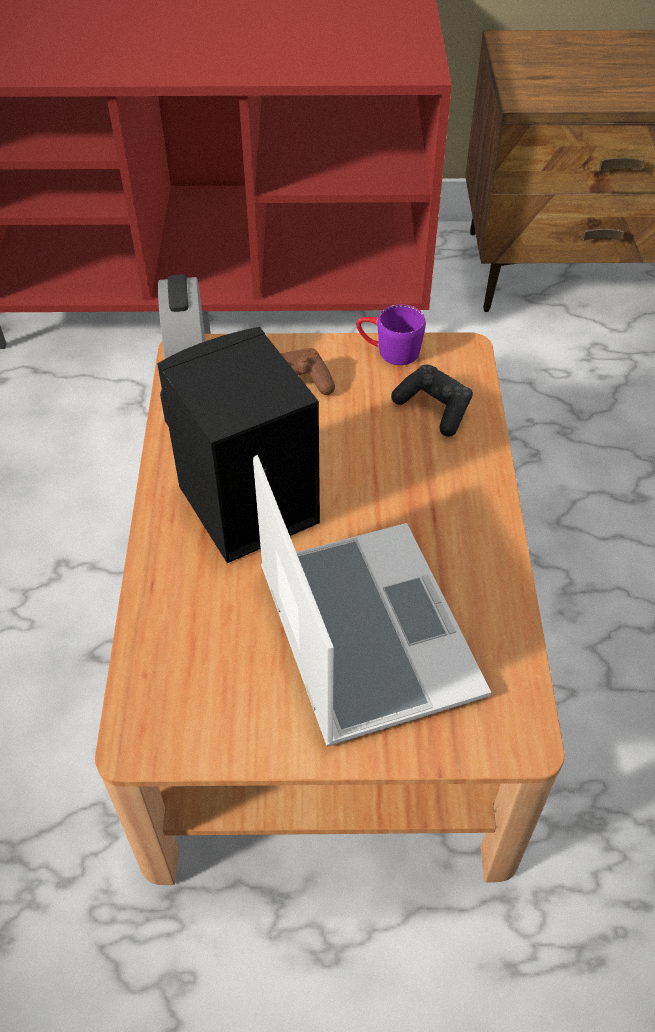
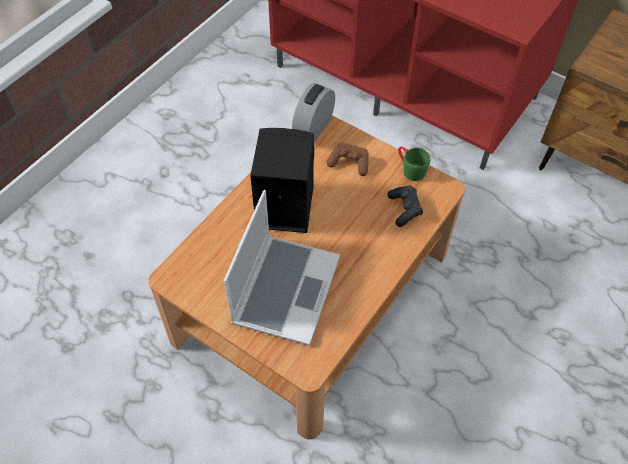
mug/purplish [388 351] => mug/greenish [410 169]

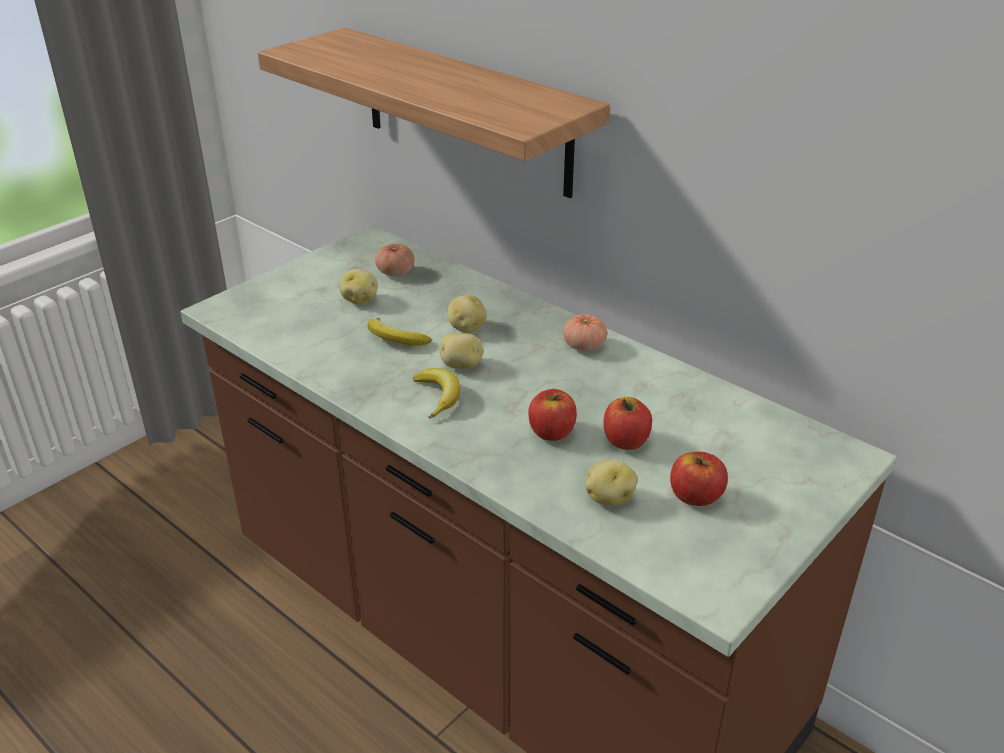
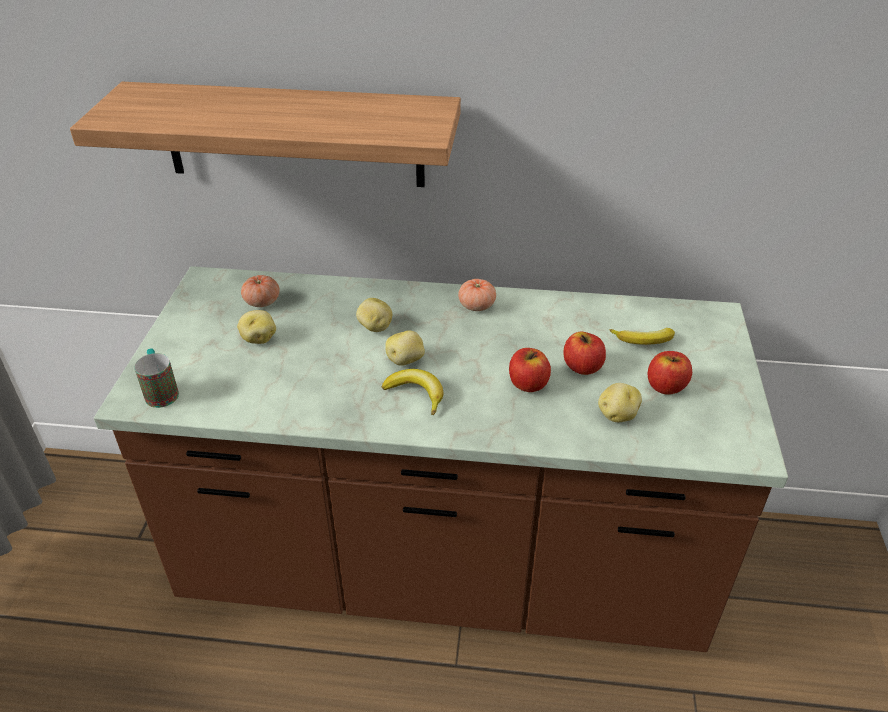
banana [395 339] => banana [643 341], shifted
nothing => mug [161 391]

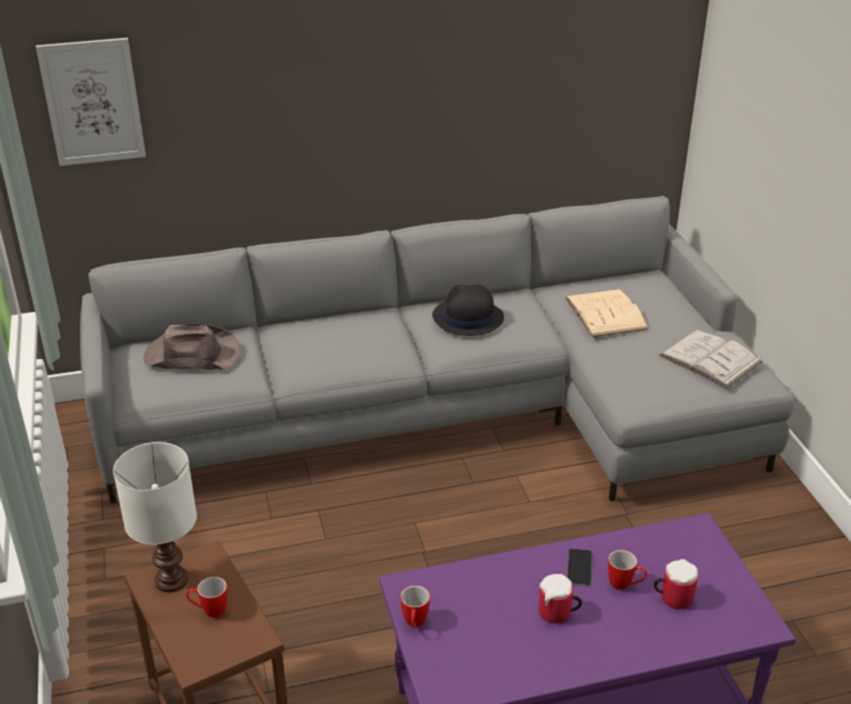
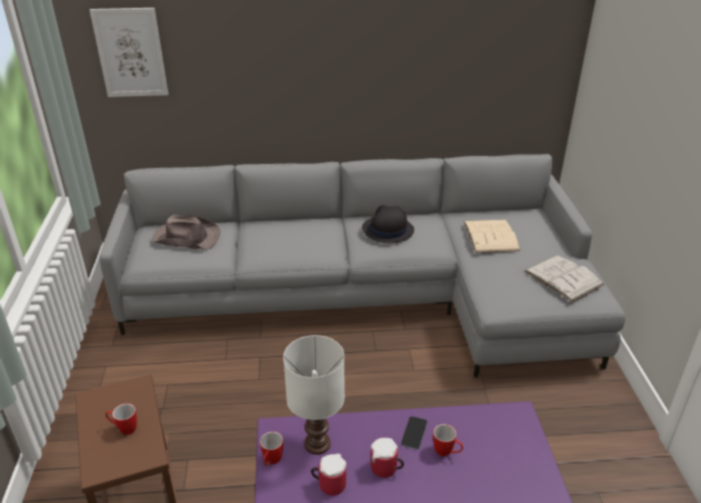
lamp for a table/white [170 580] => lamp for a table/white [316 443], shifted
mug [672 597] => mug [329 483], shifted

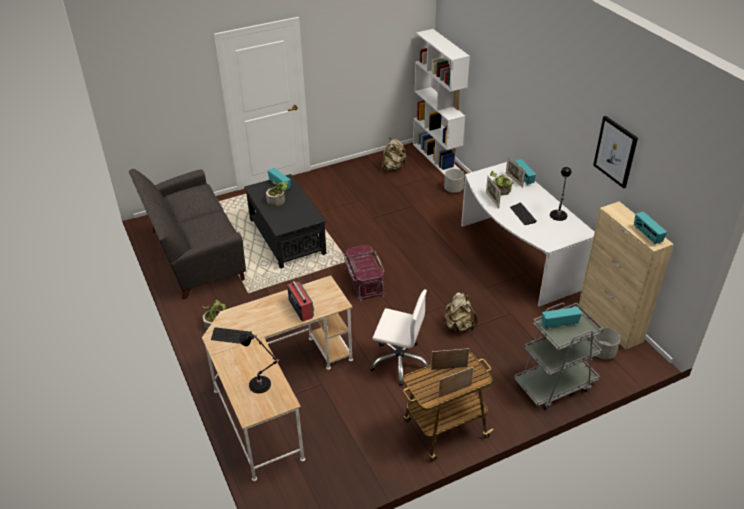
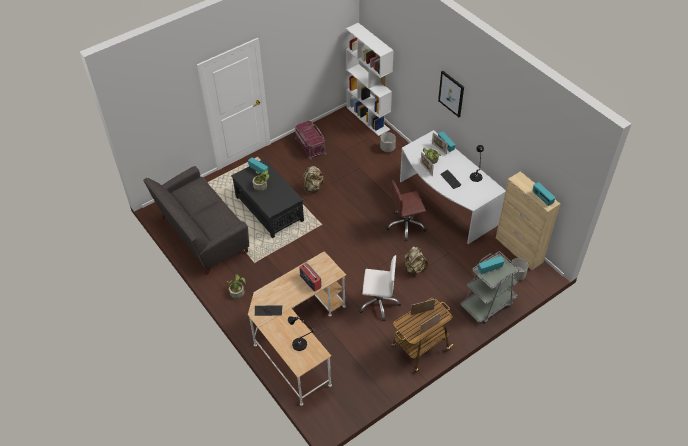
storage container/reddish [363 281] => storage container/reddish [310 146], shifted
rucksack/beige-coloured [393 167] => rucksack/beige-coloured [313 187], shifted
picture [615 151] => picture [451 93], shifted
nothing => computer chair/brown-coloured [406 225]

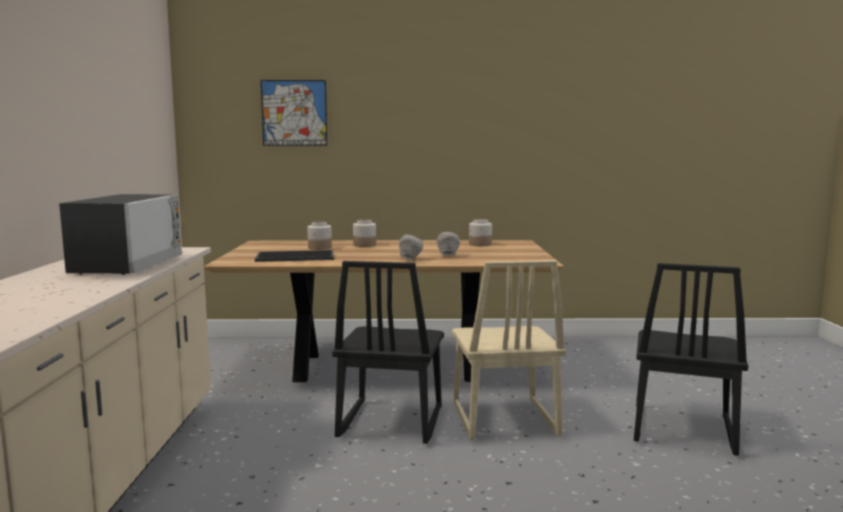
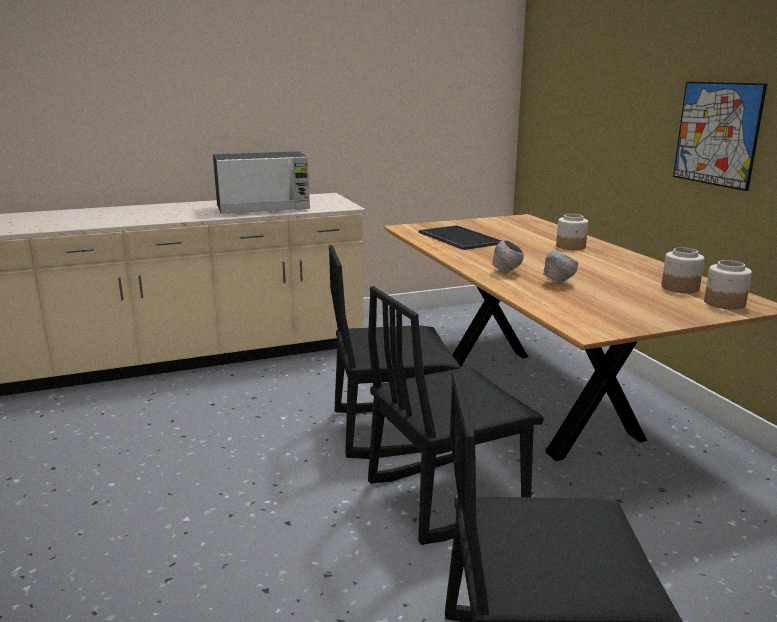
picture [294 113] => picture [717 134], shifted
preserve jar [320 248] => preserve jar [724 303], shifted
upright chair/beige-coloured [502 420] => upright chair/black-coloured [445 496]

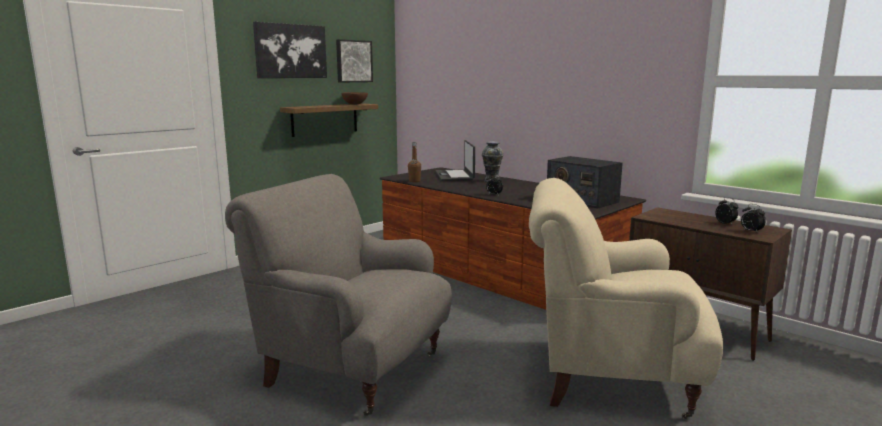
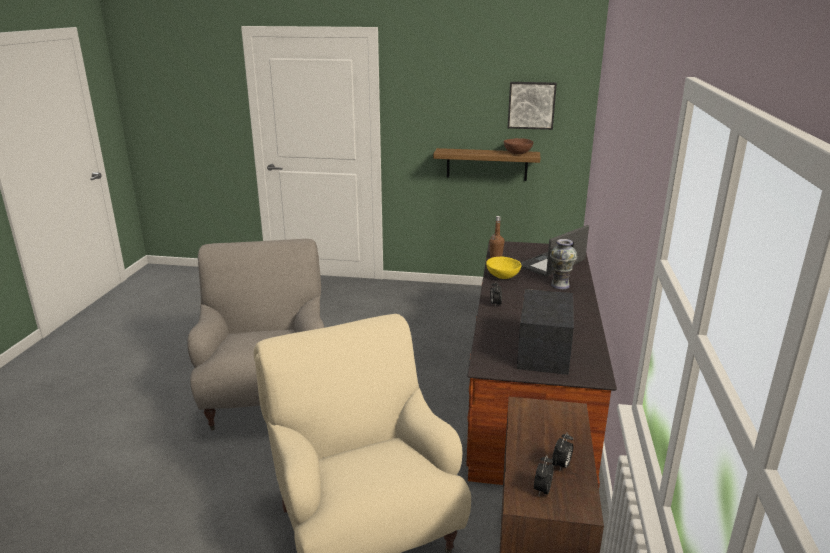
picture [290 51] => nothing
nothing => deep dish/yellow [502 276]

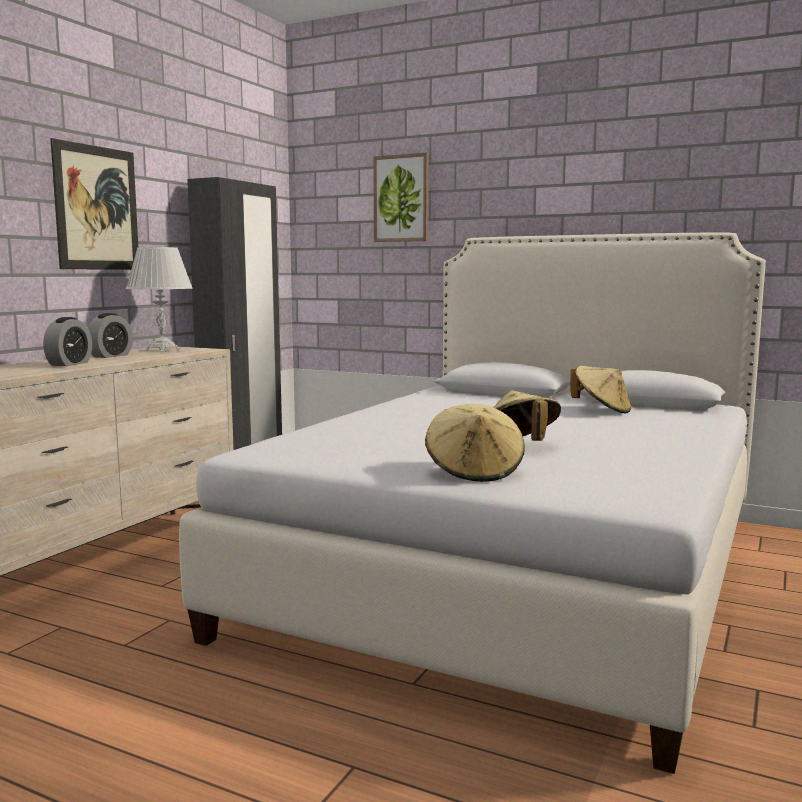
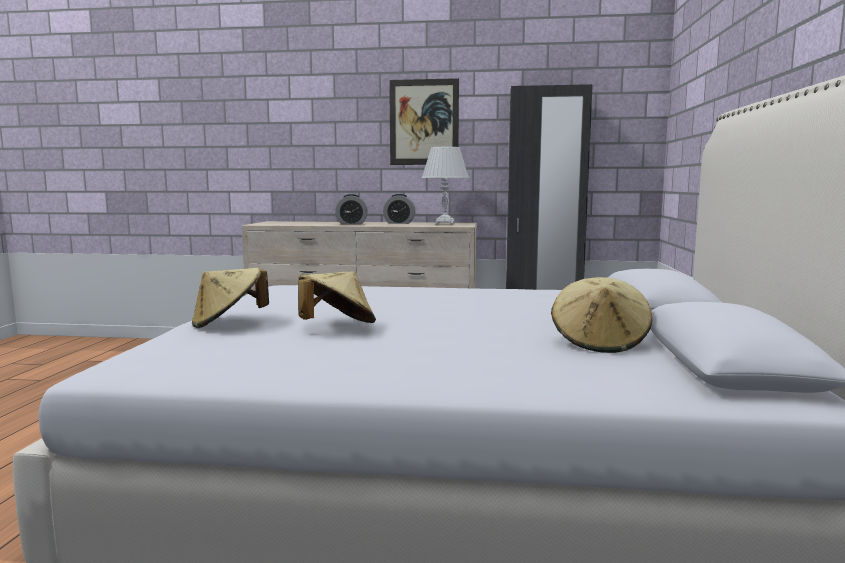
picture [401 198] => nothing

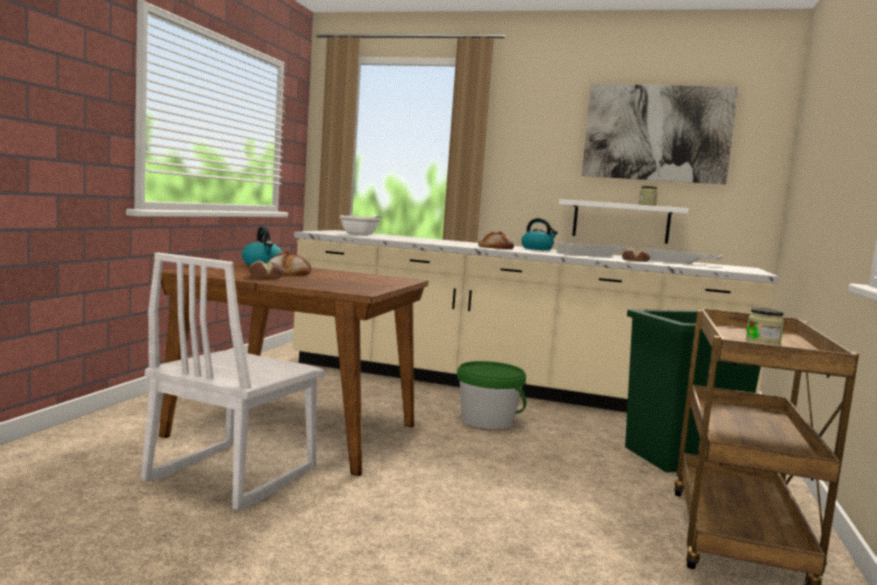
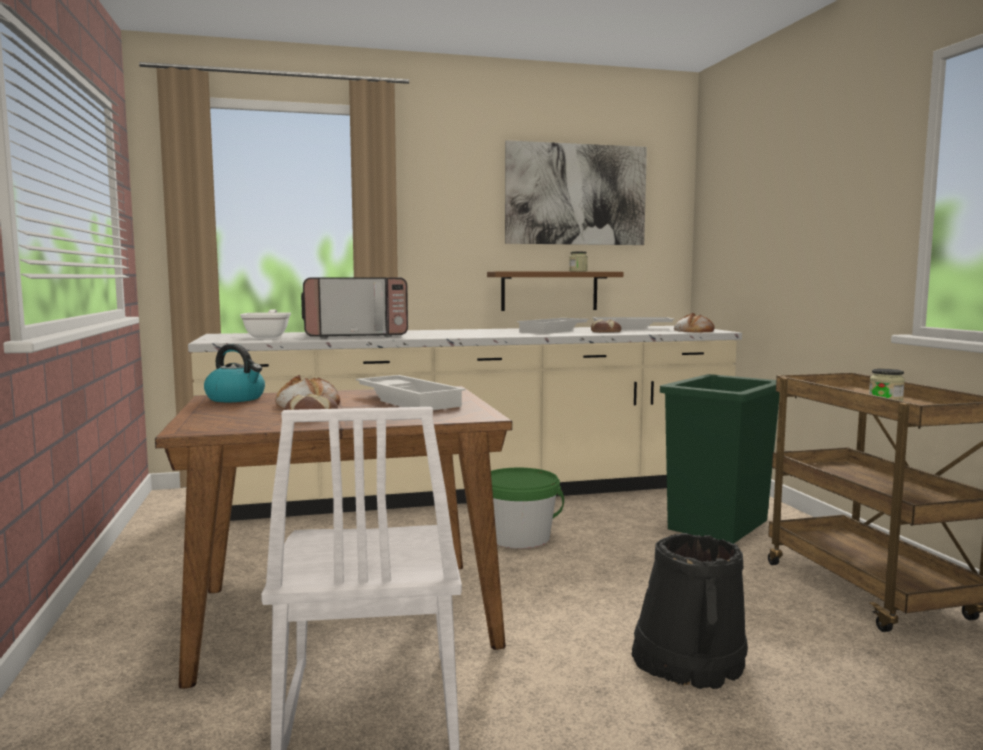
bakery bread [495 247] => bakery bread [693 331], shifted
water kettle [537 249] => nothing
shelf/white [621 221] => shelf/brown-coloured [549 291]
nothing => microwave oven [356 335]
nothing => carrying tray/white [410 400]
nothing => water bucket/black-coloured [688 660]

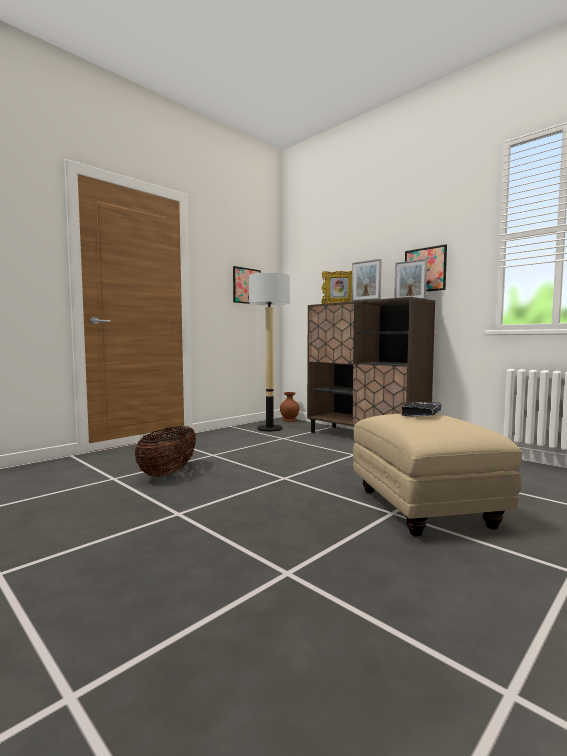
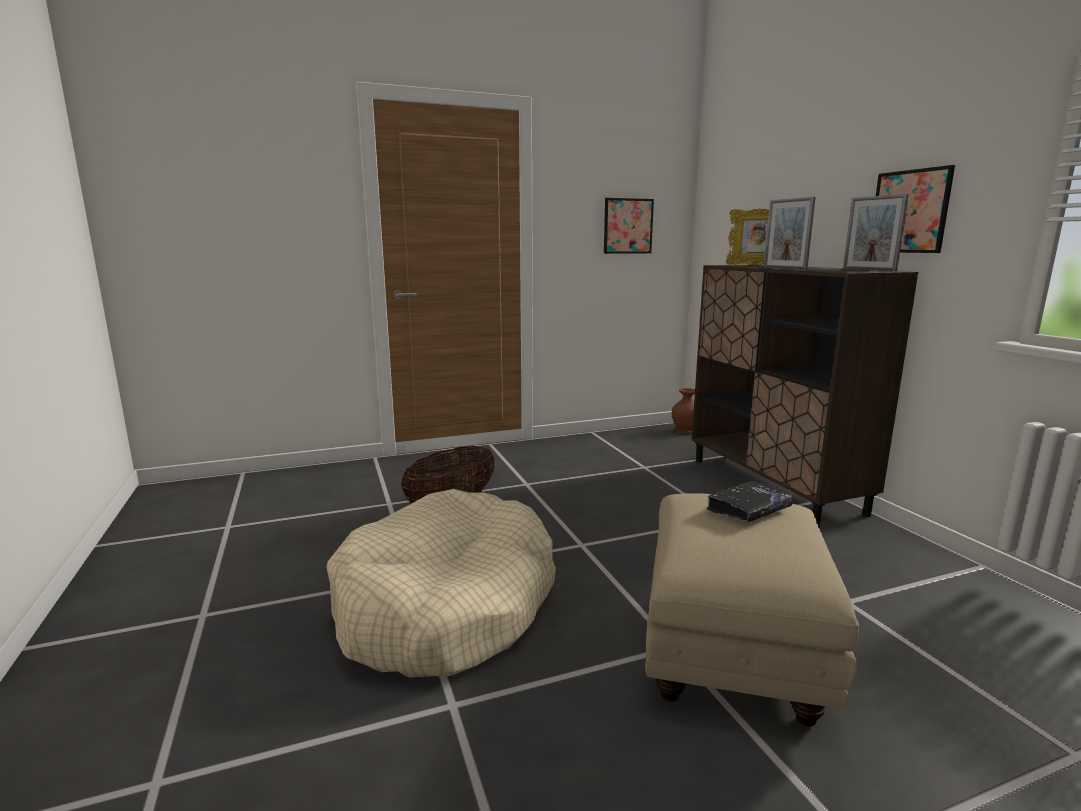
standard lamp [269 428] => nothing
nothing => dog bed/beige-coloured [446 605]

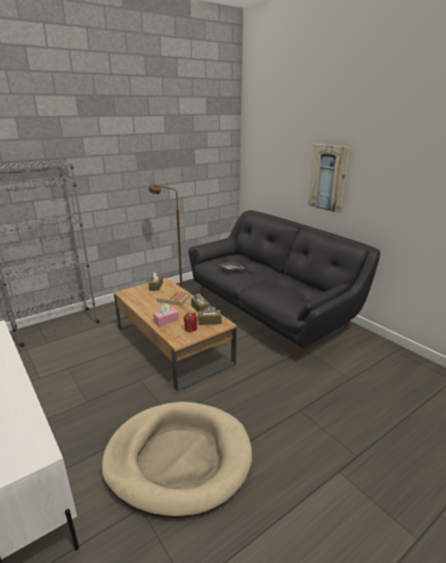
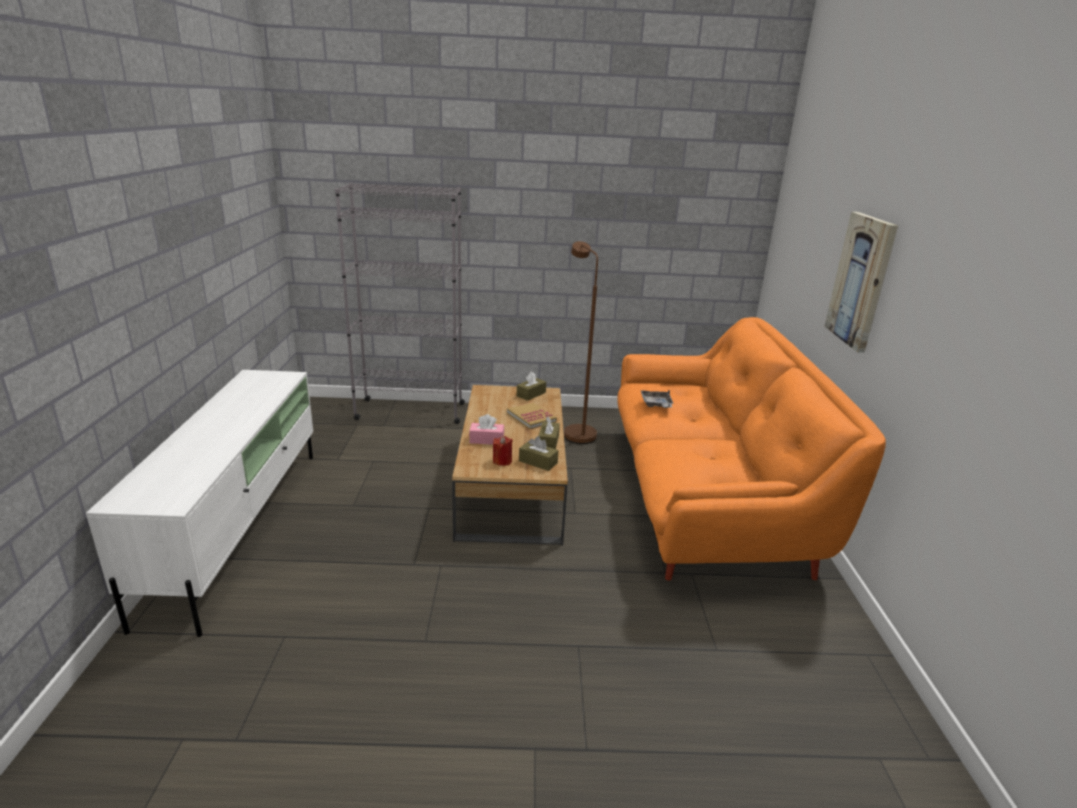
dog bed/beige-coloured [178 458] => nothing
settee/black-coloured [269 311] => settee/orangey [704 497]

